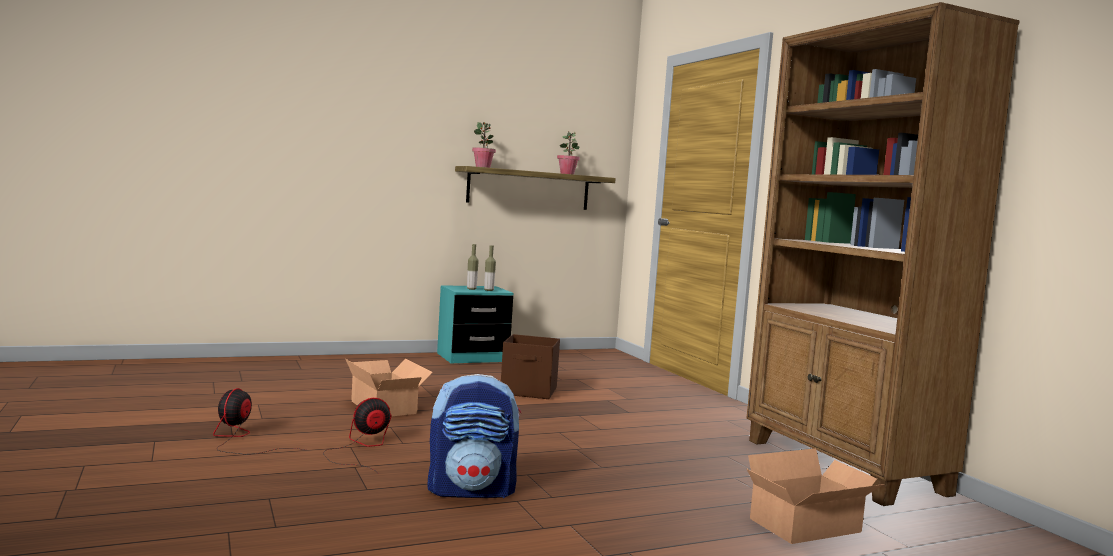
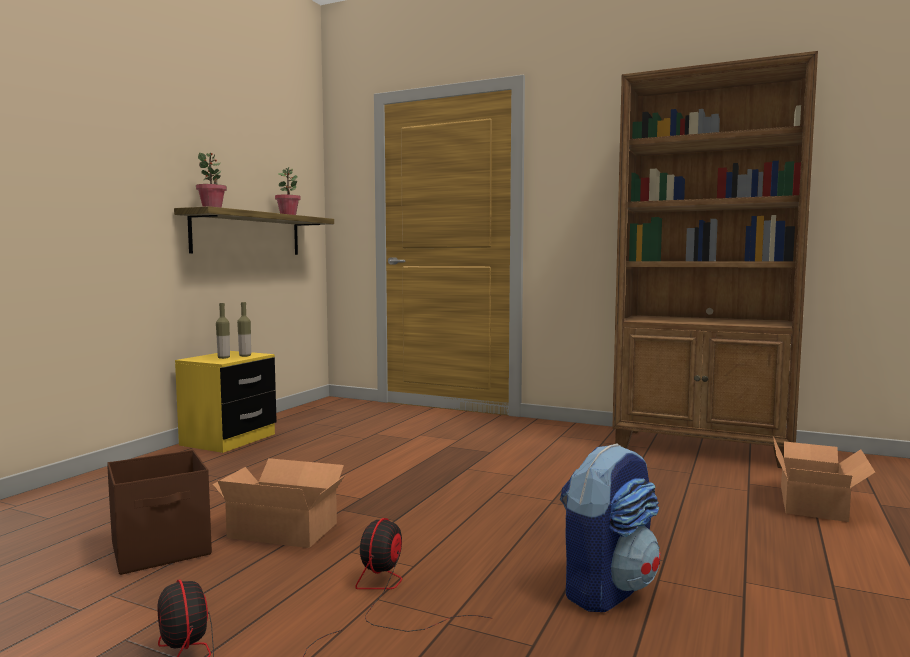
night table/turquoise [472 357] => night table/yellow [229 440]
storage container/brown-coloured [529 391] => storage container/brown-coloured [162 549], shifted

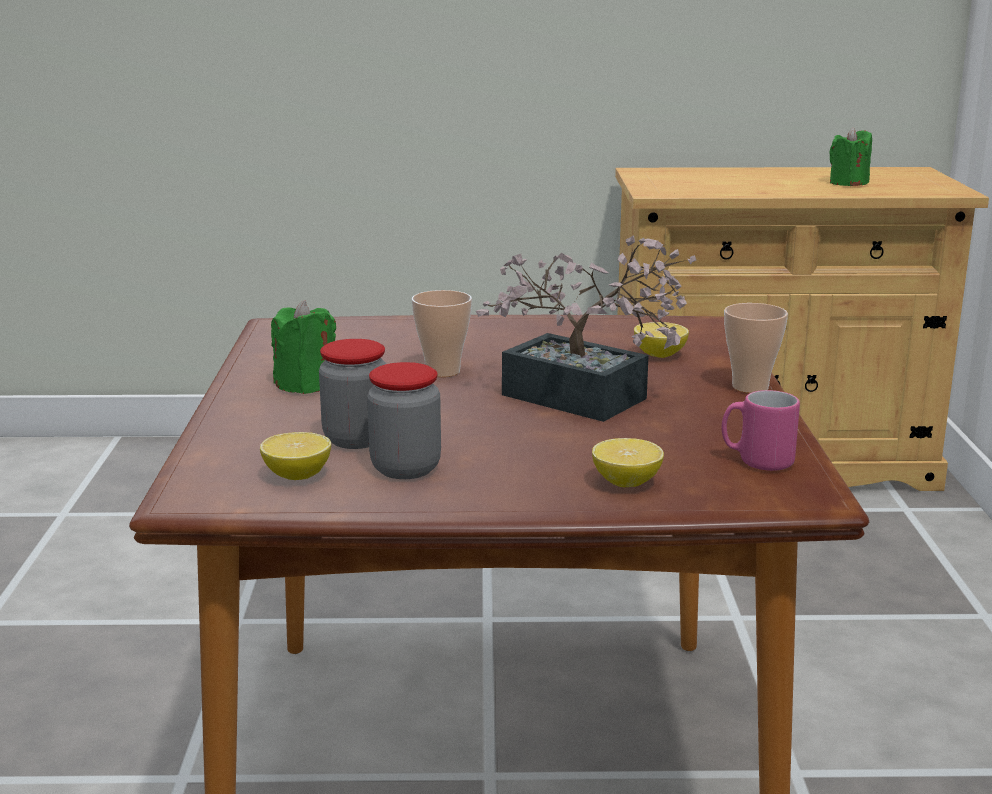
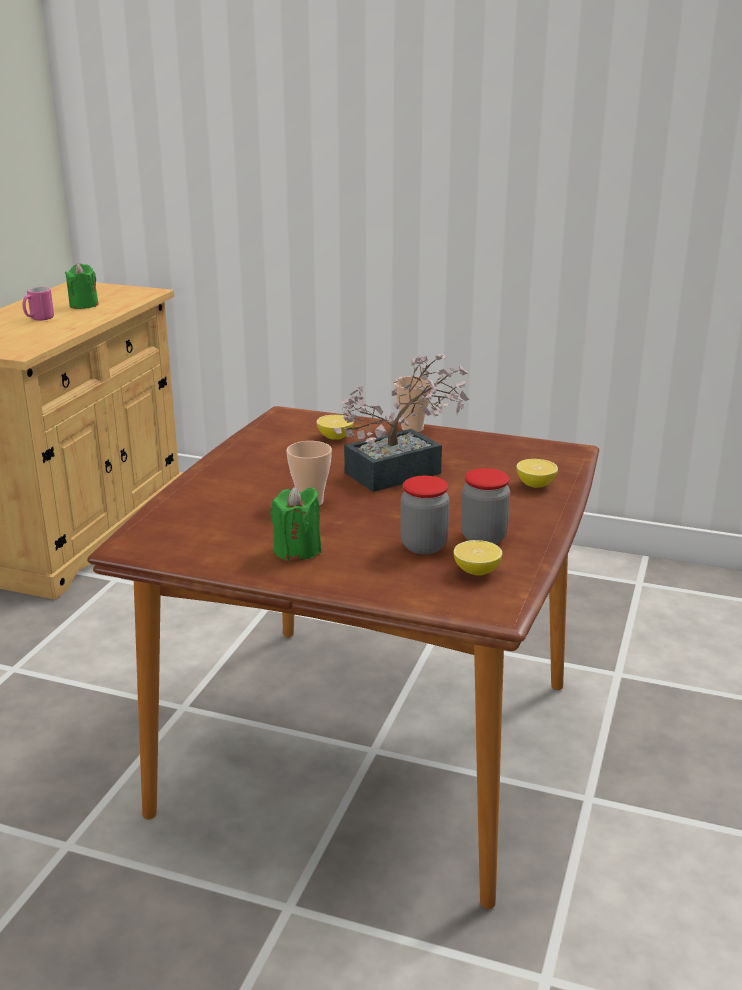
mug/pink [756 461] => mug/pink [38 319], shifted

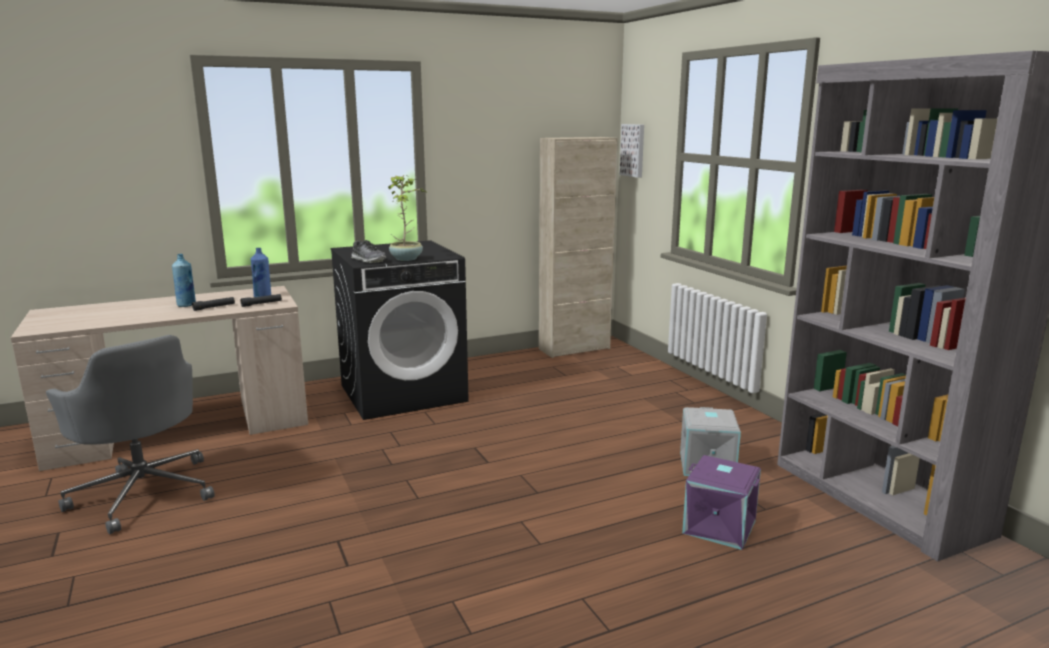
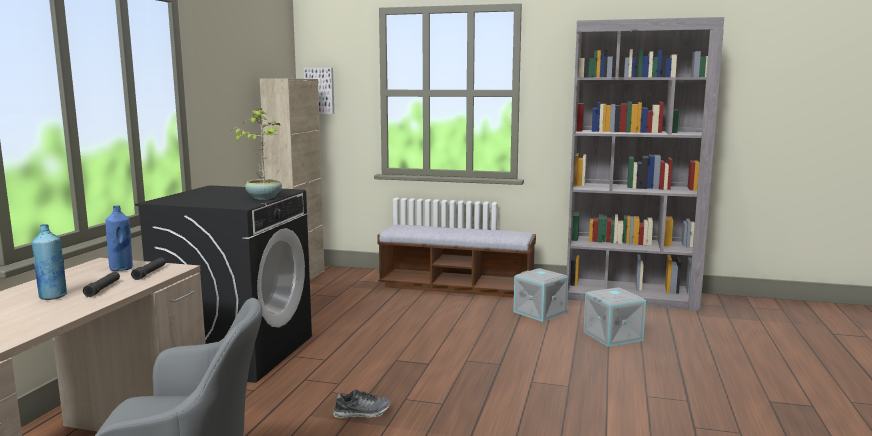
low shoe [368 260] => low shoe [362 413], shifted
storage container/purplish [720 526] => storage container/gray [612 335]
nothing => bench [456 287]

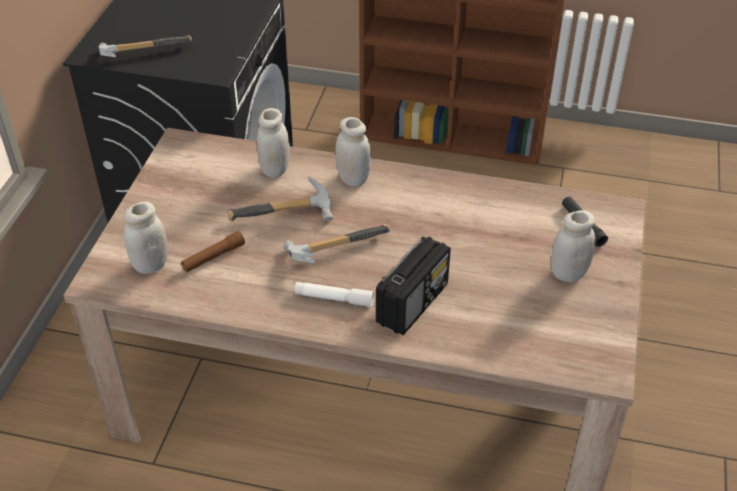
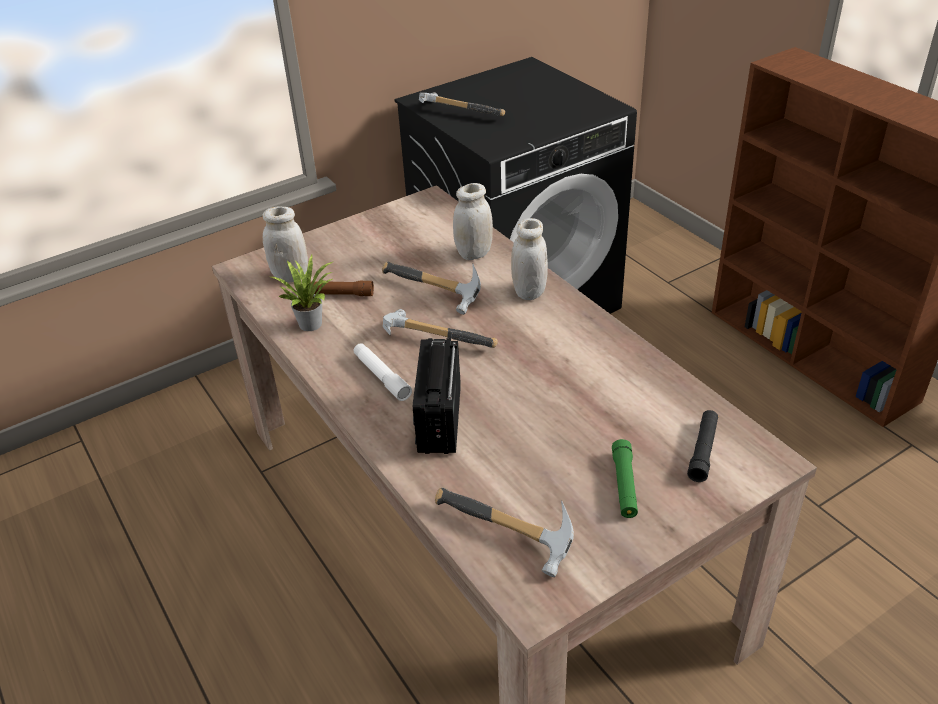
radio receiver [413 303] => radio receiver [439 420], 105 degrees clockwise
preserve jar/white [568 273] => flashlight/greenish [624 485]
nothing => houseplant [312 322]
nothing => hammer [505 536]

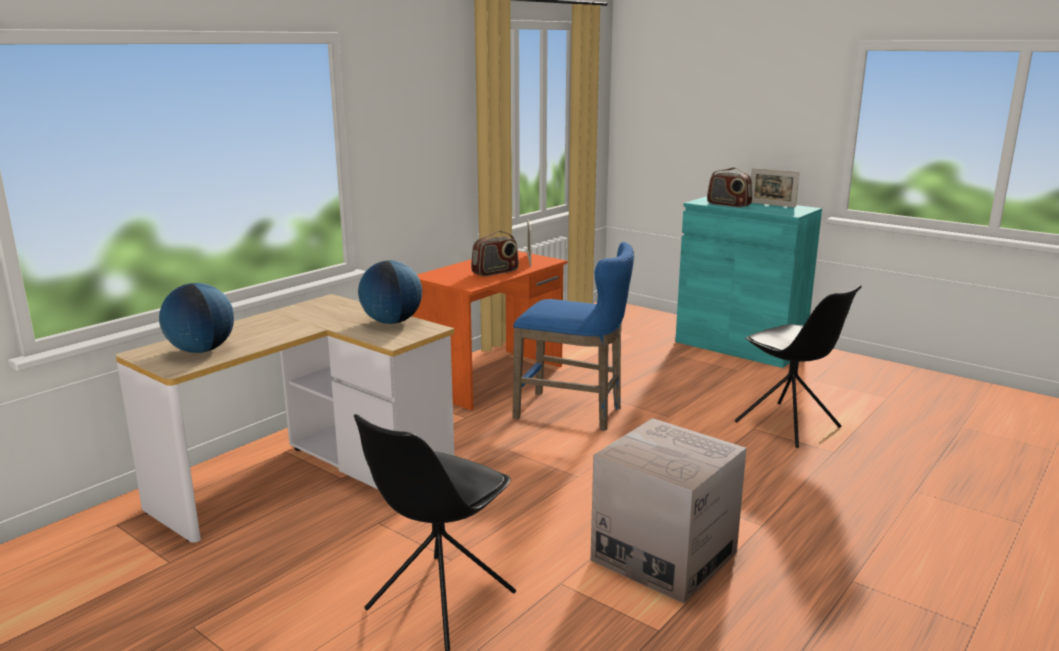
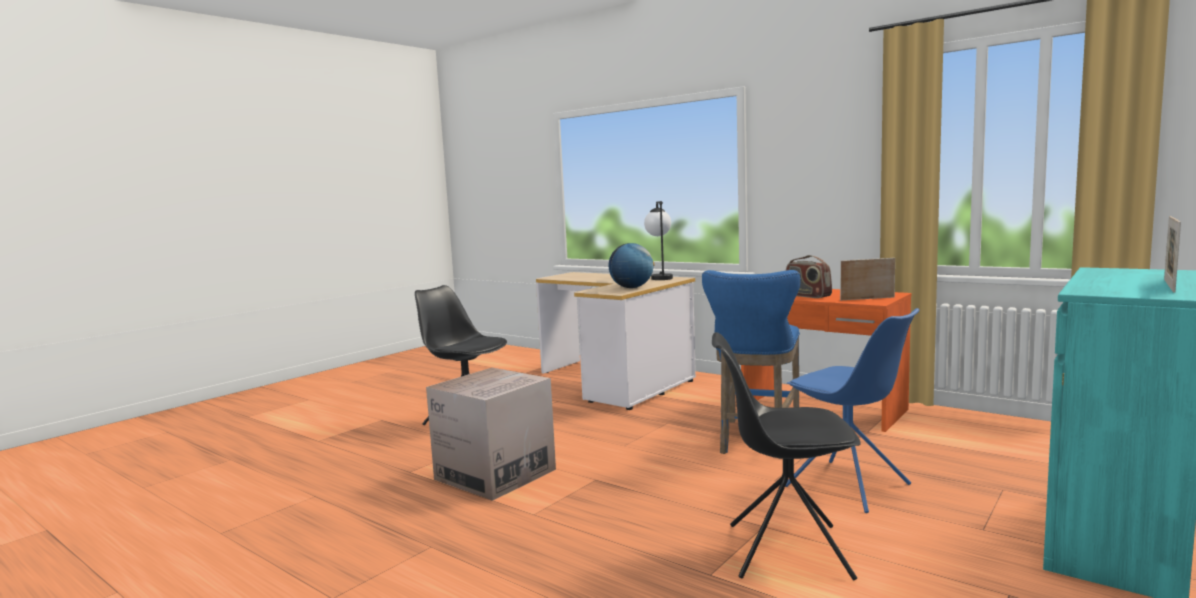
world globe [201 350] => nothing
radio receiver [728 205] => nothing
upright chair/black-coloured [789 425] => upright chair/black-coloured [785 551], 45 degrees clockwise
nothing => lamp for a table [660 277]
nothing => upright chair/blue-coloured [849 486]

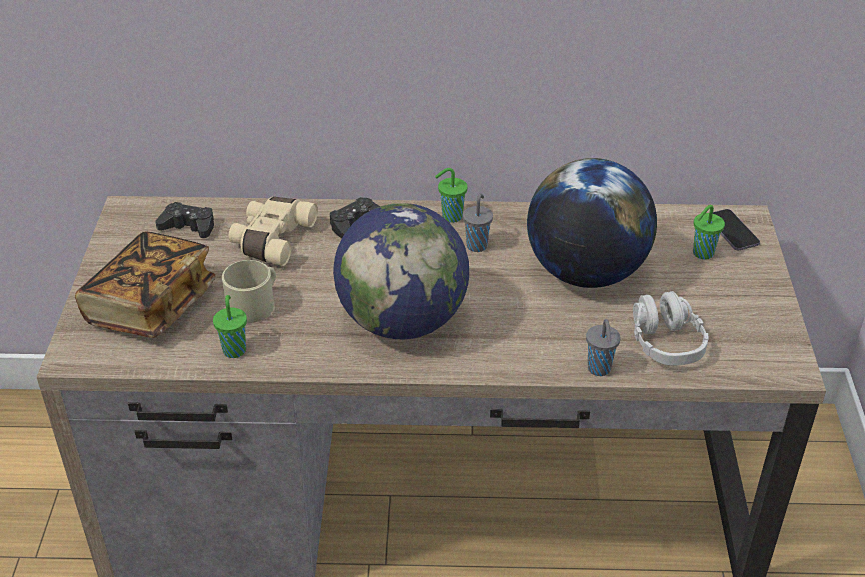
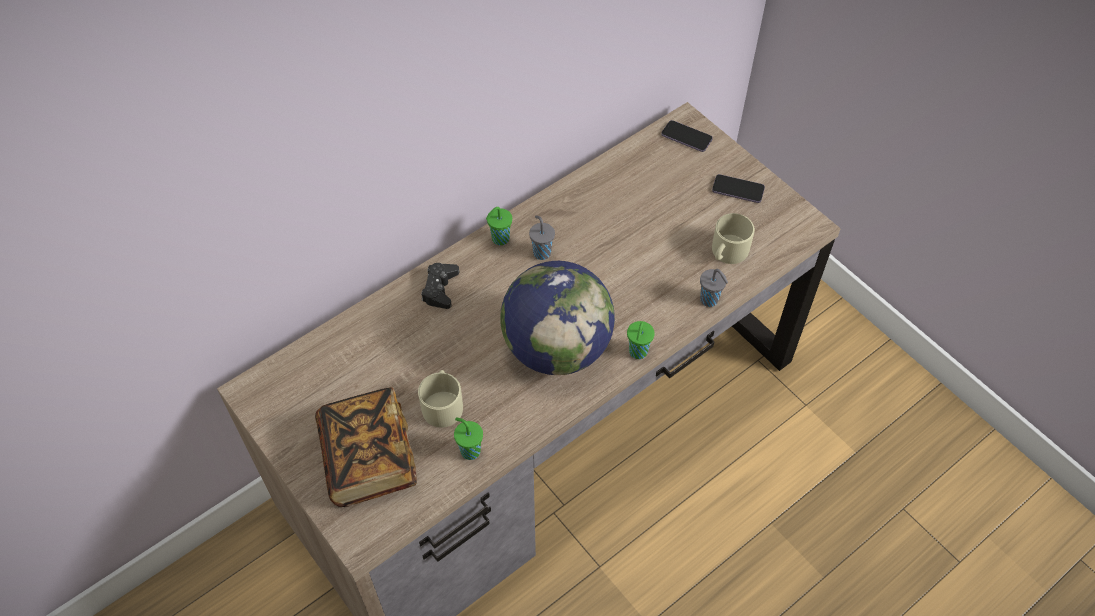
joypad/black-coloured [188 226] => nothing
field glasses/beige-coloured [271 239] => nothing
world globe [586 272] => nothing
pair of headphones/gray [666 342] => mug/beige-coloured [727 252]
small cup/greenish [702 254] => small cup/greenish [637 352], shifted
nothing => handset [738 190]

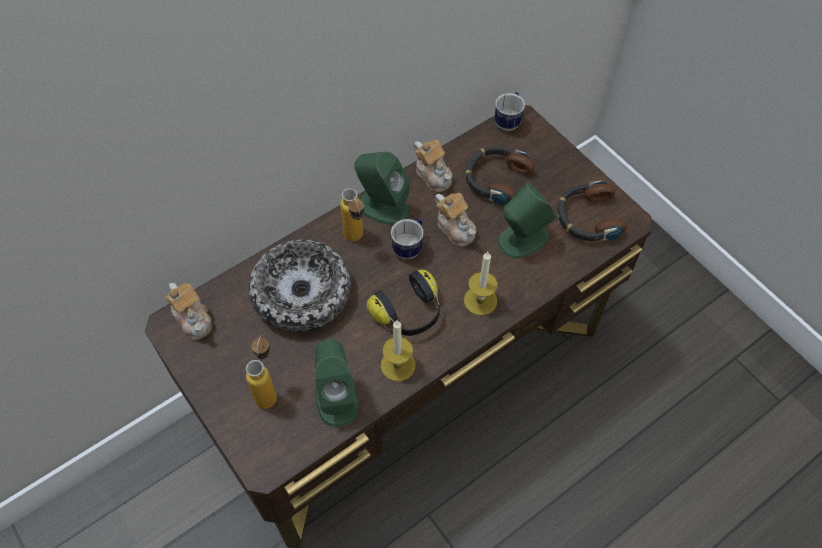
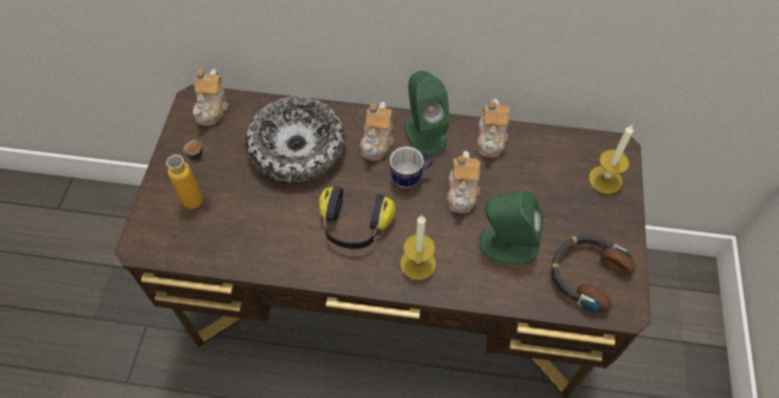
loudspeaker/greenish [337 397] => nothing
beverage bottle [356 240] => tea pot [377 142]
candle [398 365] => candle [605 179], shifted
pair of headphones [496 178] => nothing
mug [508 121] => nothing

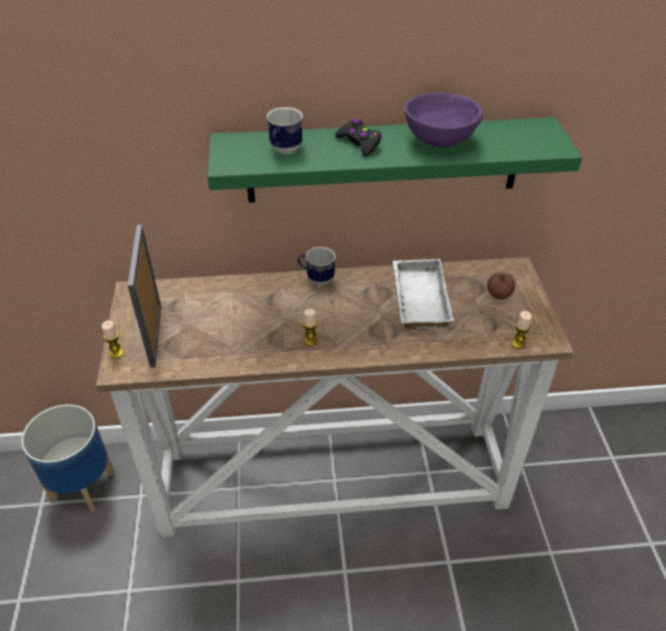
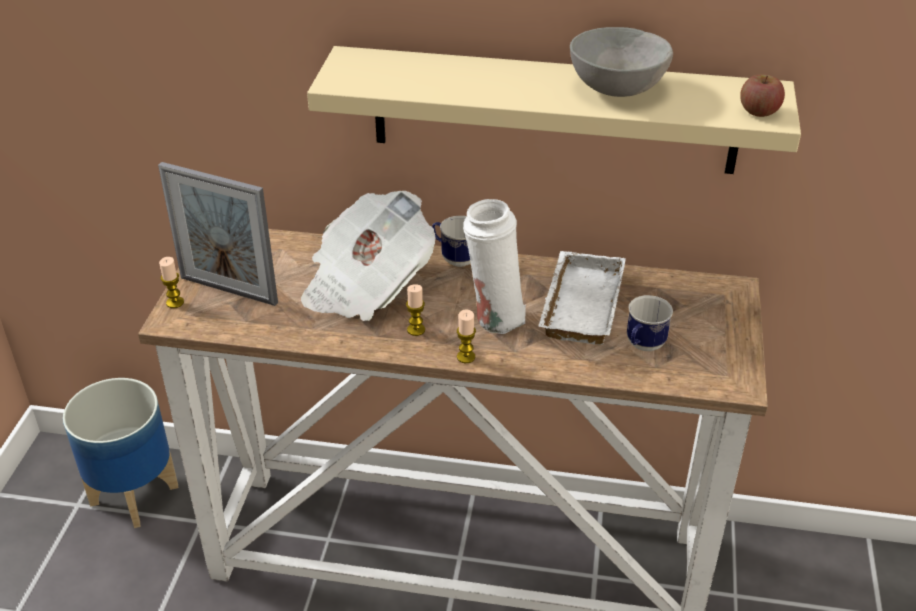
photo frame [155 335] => photo frame [228 290], 75 degrees counterclockwise
shelf/greenish [383 160] => shelf/beige-coloured [554 110]
mug [284 151] => mug [642 346], shifted
joypad/black-coloured [359 143] => nothing
deep dish/purplish [438 140] => deep dish/gray [616 89]
apple fruit [499 294] => apple fruit [759 111], shifted
candle [518 344] => candle [466 357], shifted
nothing => printed paper [366 285]
nothing => vase/white [494 317]

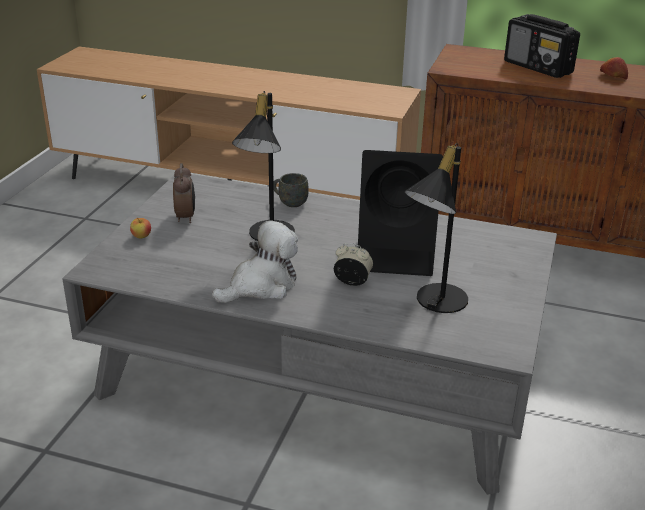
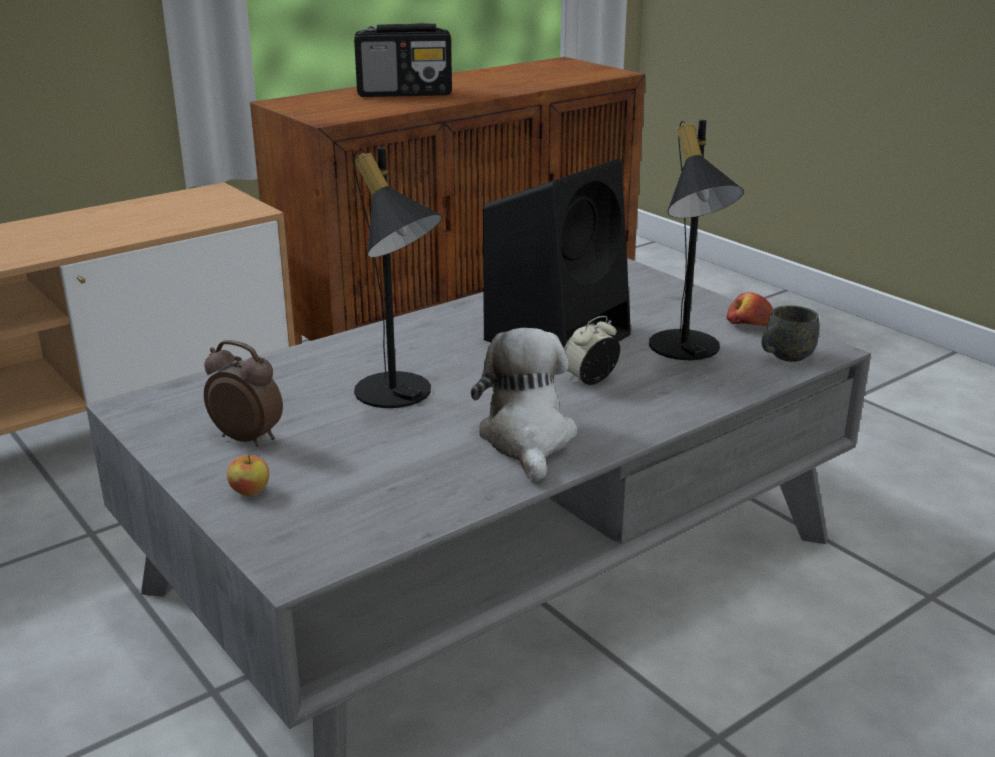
mug/gray [289 202] => mug/gray [784 357], shifted
apple fruit [612 76] => apple fruit [749 325], shifted

